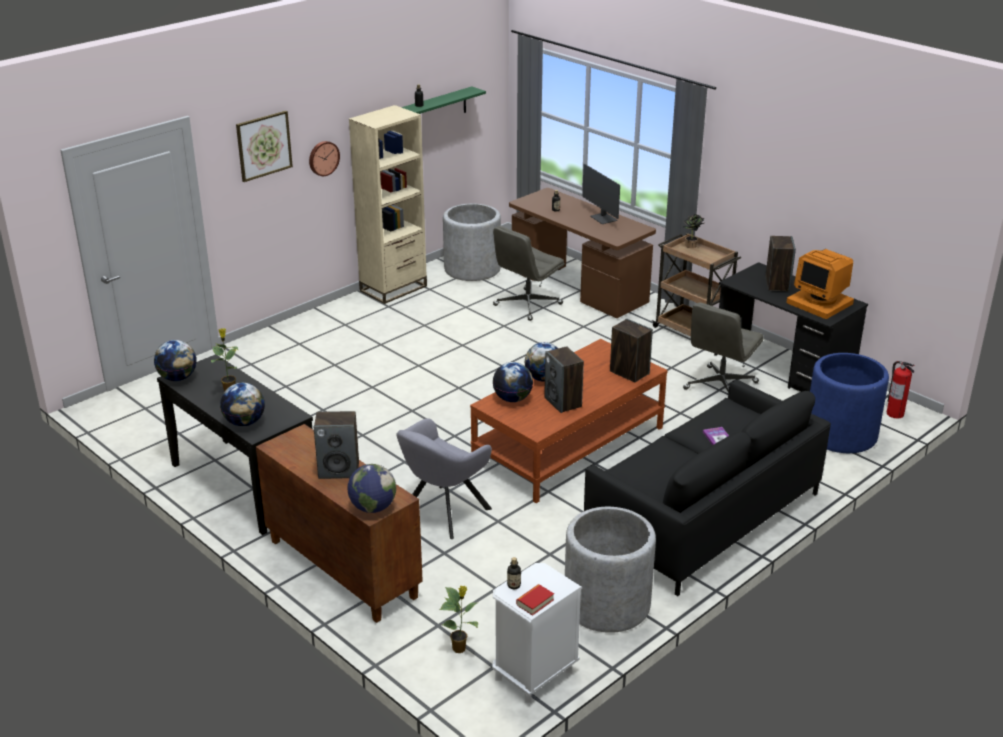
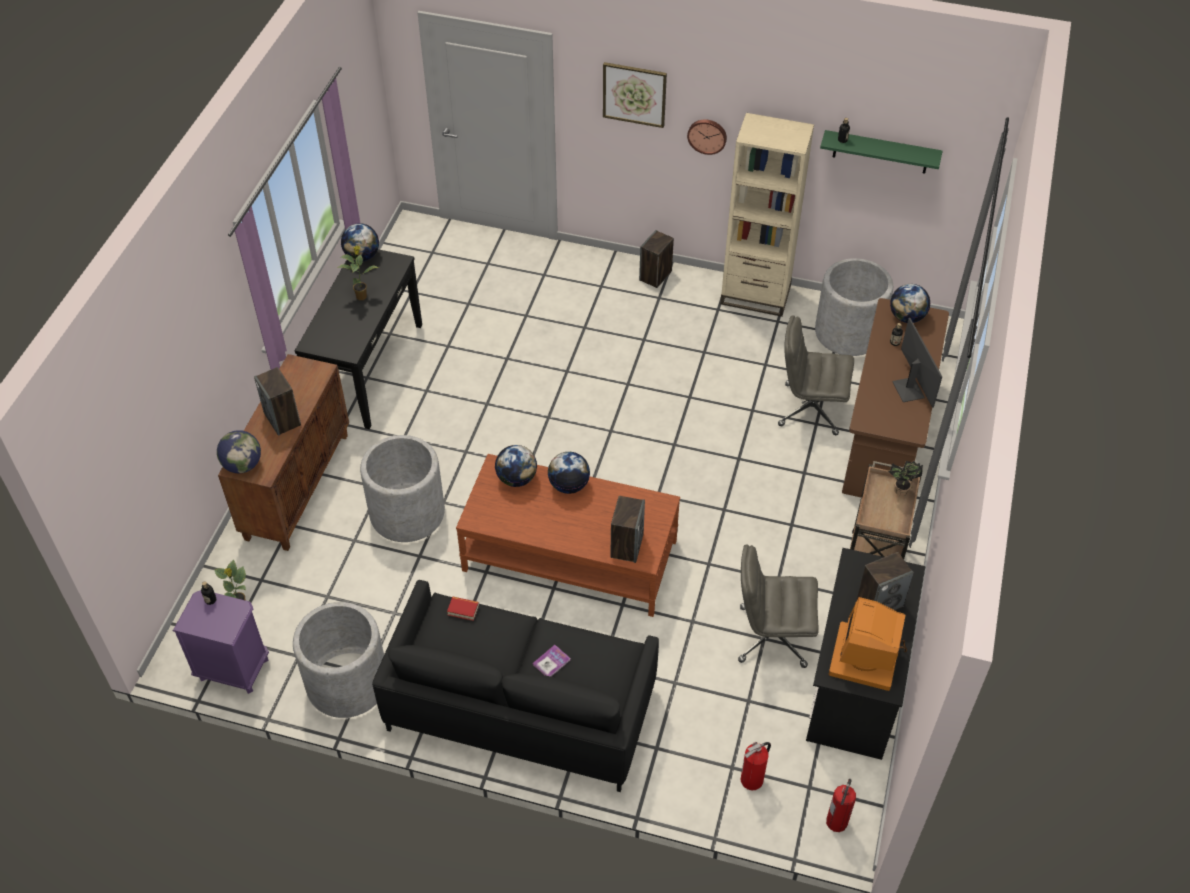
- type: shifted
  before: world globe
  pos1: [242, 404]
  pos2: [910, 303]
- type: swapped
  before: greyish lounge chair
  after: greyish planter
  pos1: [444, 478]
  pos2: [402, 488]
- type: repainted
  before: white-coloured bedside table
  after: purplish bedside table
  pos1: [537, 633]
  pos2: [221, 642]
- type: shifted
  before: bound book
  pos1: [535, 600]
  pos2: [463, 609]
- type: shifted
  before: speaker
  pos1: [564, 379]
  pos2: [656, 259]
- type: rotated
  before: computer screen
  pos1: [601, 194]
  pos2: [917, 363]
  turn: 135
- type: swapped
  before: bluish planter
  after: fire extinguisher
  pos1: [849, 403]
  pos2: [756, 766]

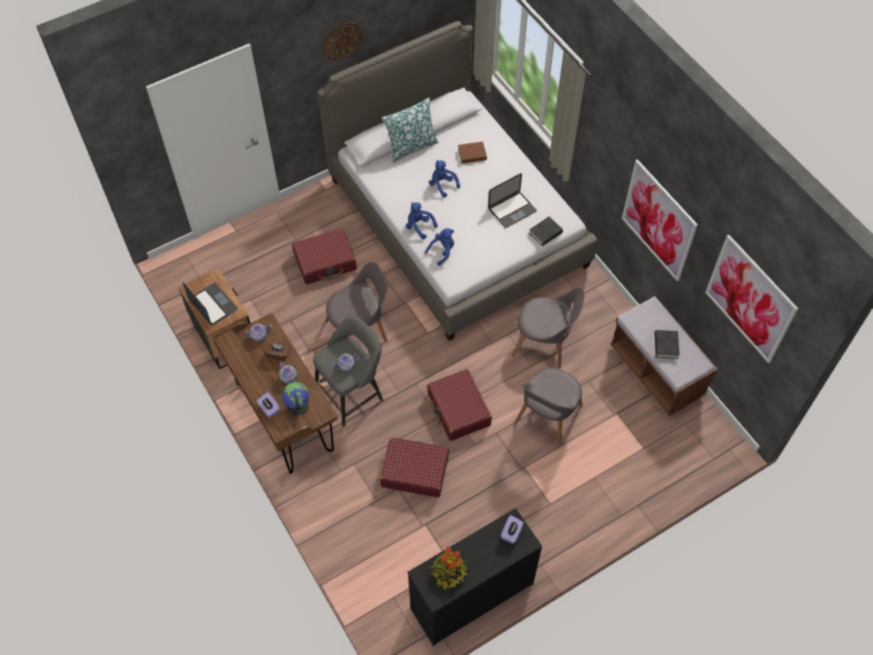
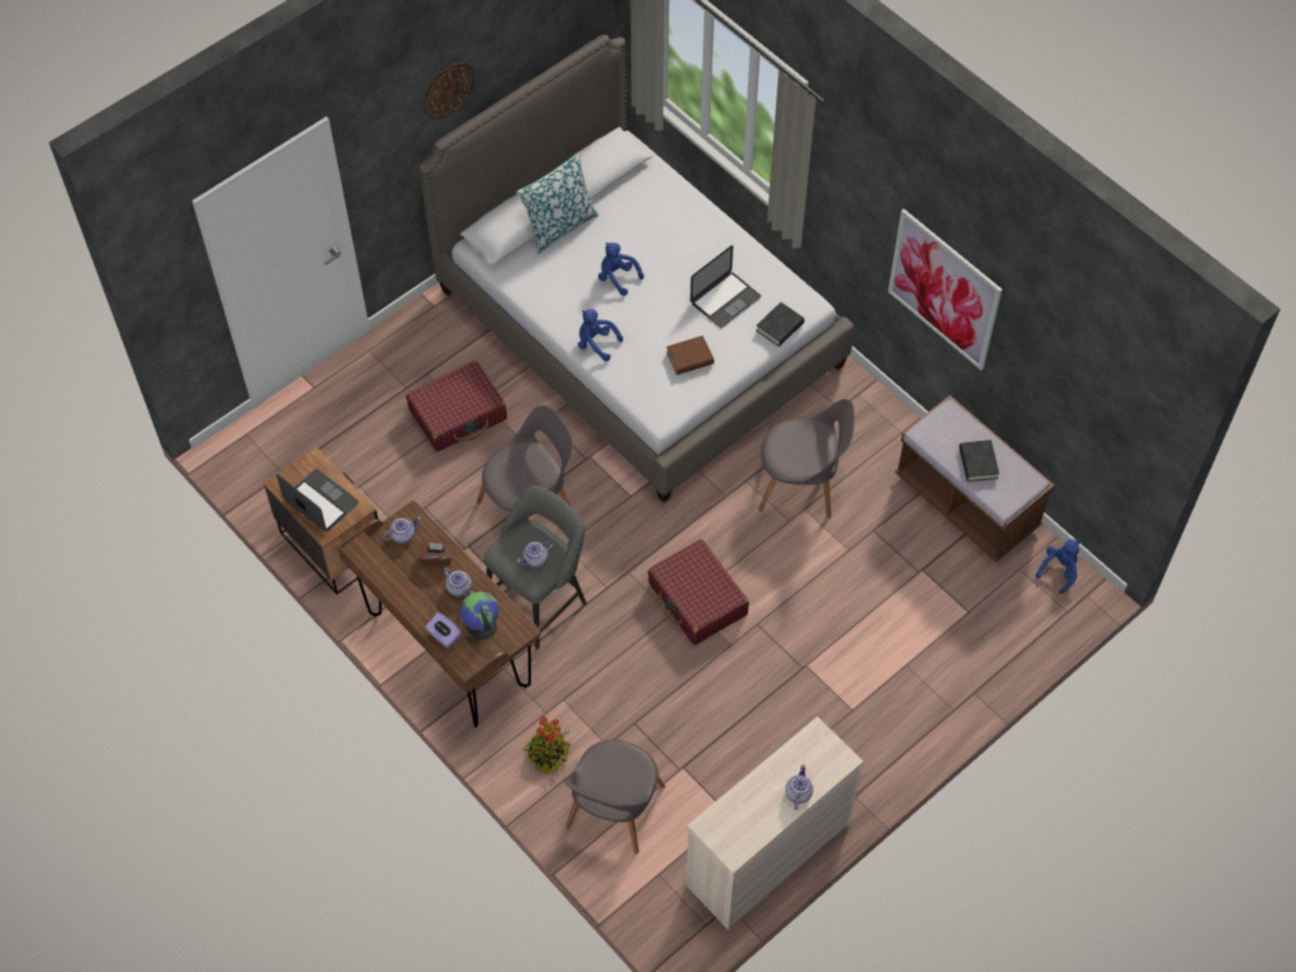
- type: gone
  before: reddish travel case
  pos1: [414, 467]
- type: repainted
  before: black-coloured chest of drawers
  after: beige chest of drawers
  pos1: [474, 577]
  pos2: [775, 823]
- type: shifted
  before: bluish soft toy
  pos1: [439, 247]
  pos2: [1058, 567]
- type: shifted
  before: potted plant
  pos1: [449, 568]
  pos2: [547, 745]
- type: shifted
  before: brown-coloured bound book
  pos1: [472, 153]
  pos2: [690, 355]
- type: gone
  before: purplish tissue box
  pos1: [512, 529]
- type: shifted
  before: greyish chair
  pos1: [549, 406]
  pos2: [614, 797]
- type: gone
  before: picture
  pos1: [751, 299]
- type: new
  after: pot for tea
  pos2: [799, 787]

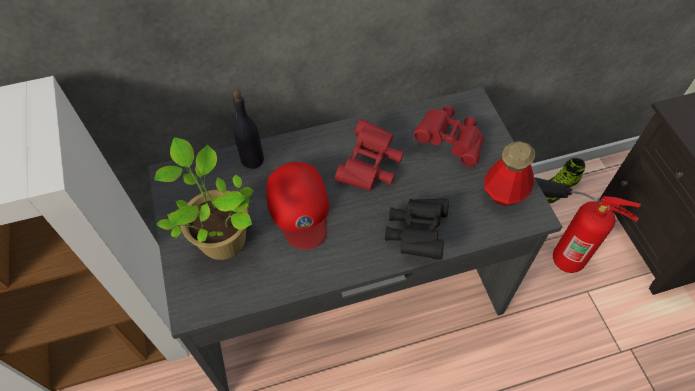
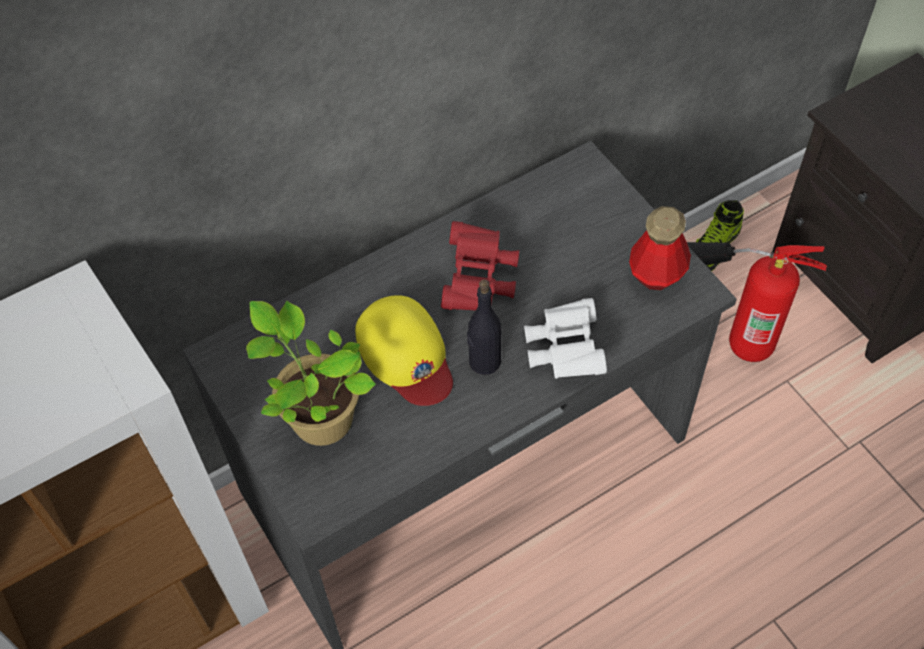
- type: shifted
  before: black-coloured beverage bottle
  pos1: [248, 129]
  pos2: [484, 327]
- type: repainted
  before: reddish peaked cap
  after: yellow-coloured peaked cap
  pos1: [297, 206]
  pos2: [404, 350]
- type: repainted
  before: black-coloured field glasses
  after: white-coloured field glasses
  pos1: [417, 229]
  pos2: [565, 338]
- type: gone
  before: reddish field glasses
  pos1: [449, 136]

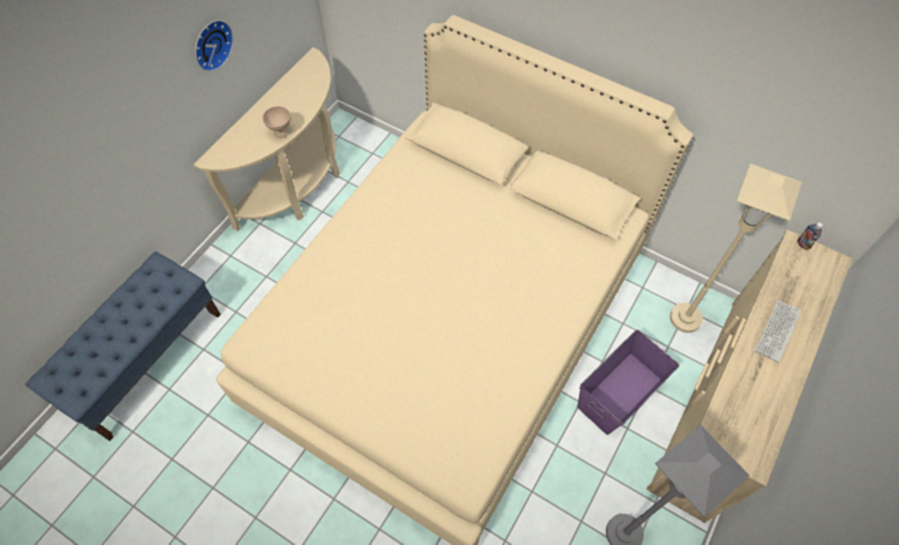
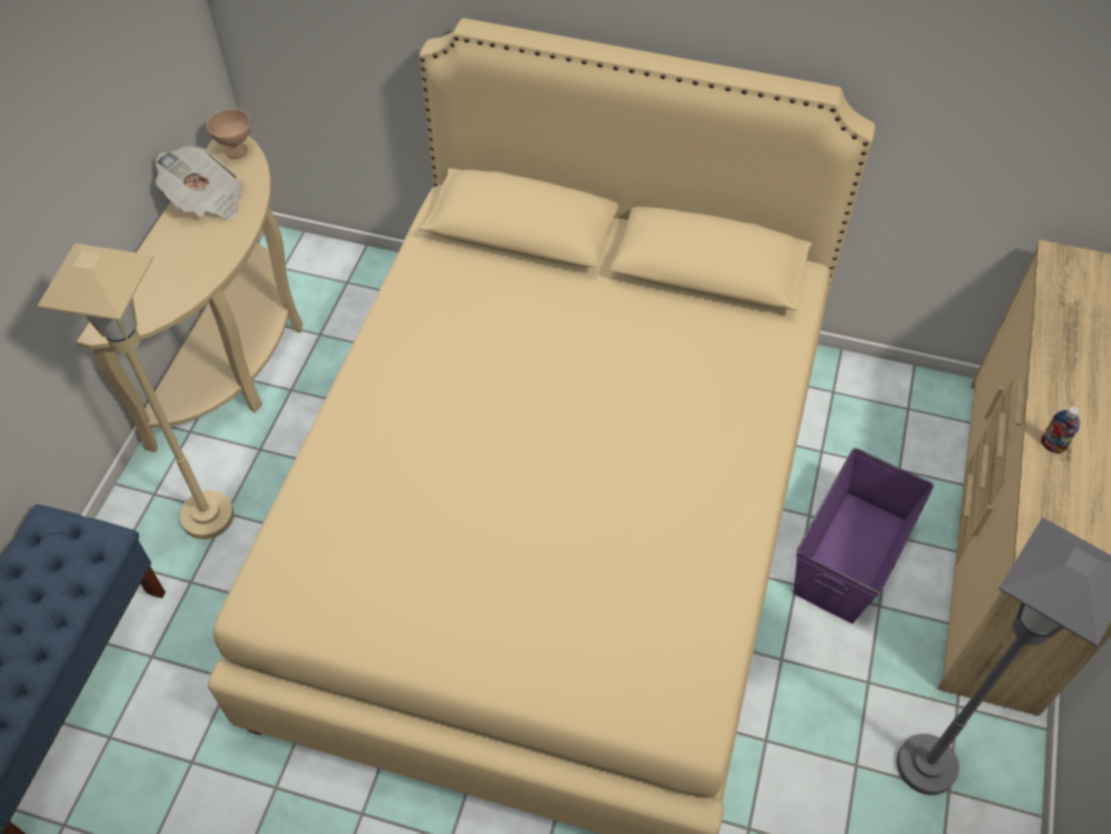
- type: gone
  before: hanging clock
  pos1: [214, 46]
- type: shifted
  before: beige deep dish
  pos1: [277, 122]
  pos2: [229, 134]
- type: shifted
  before: beige standard lamp
  pos1: [736, 248]
  pos2: [135, 391]
- type: gone
  before: keyboard
  pos1: [778, 332]
- type: shifted
  before: beverage bottle
  pos1: [810, 236]
  pos2: [1060, 430]
- type: new
  after: newspaper
  pos2: [199, 183]

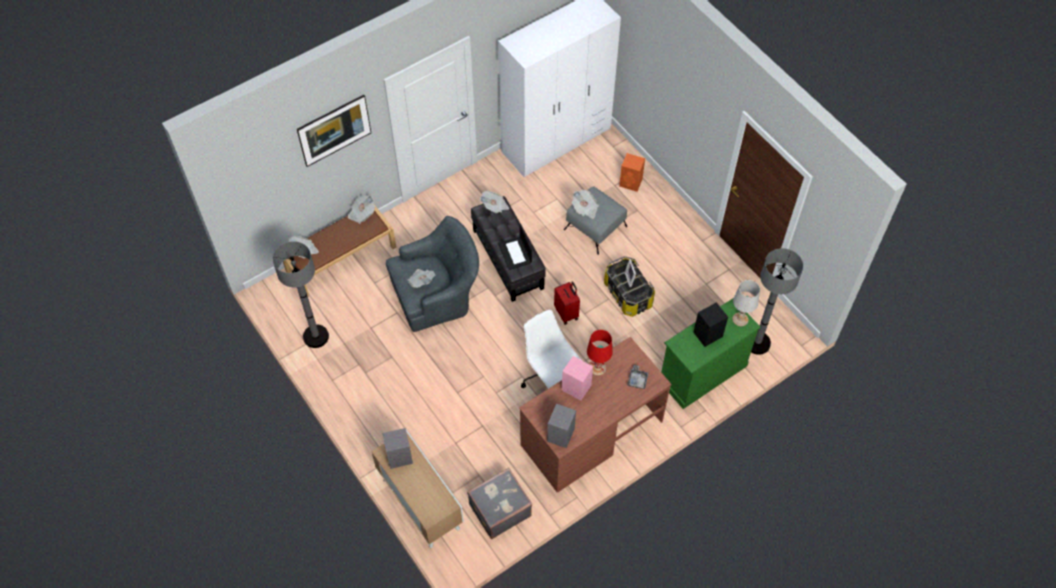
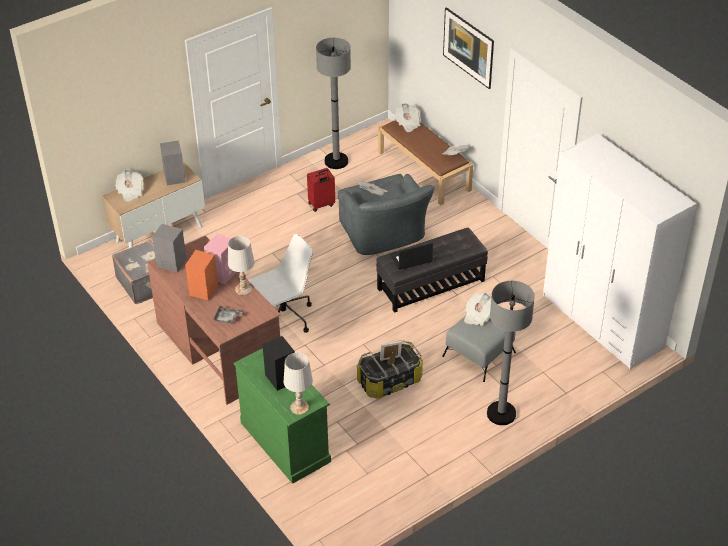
- type: shifted
  before: newspaper
  pos1: [494, 201]
  pos2: [129, 185]
- type: shifted
  before: reddish travel case
  pos1: [567, 303]
  pos2: [321, 190]
- type: repainted
  before: reddish lamp for a table
  after: white-coloured lamp for a table
  pos1: [600, 353]
  pos2: [241, 265]
- type: shifted
  before: orange speaker
  pos1: [632, 172]
  pos2: [201, 275]
- type: shifted
  before: greyish standard lamp
  pos1: [777, 301]
  pos2: [511, 353]

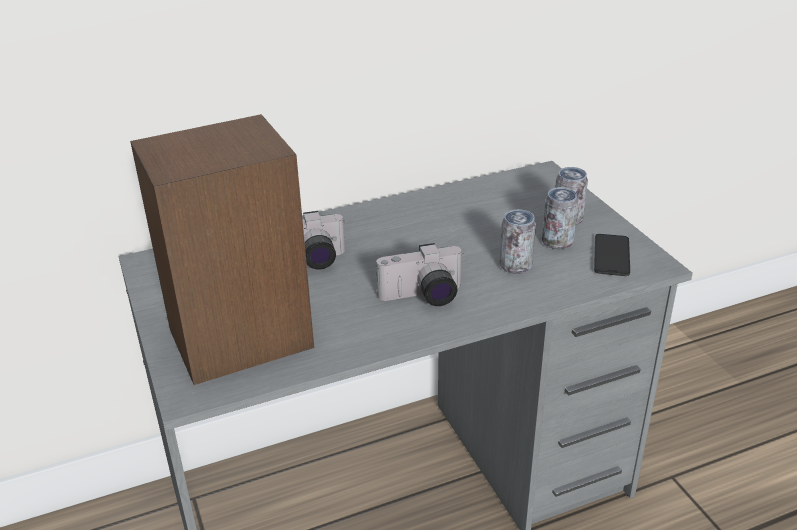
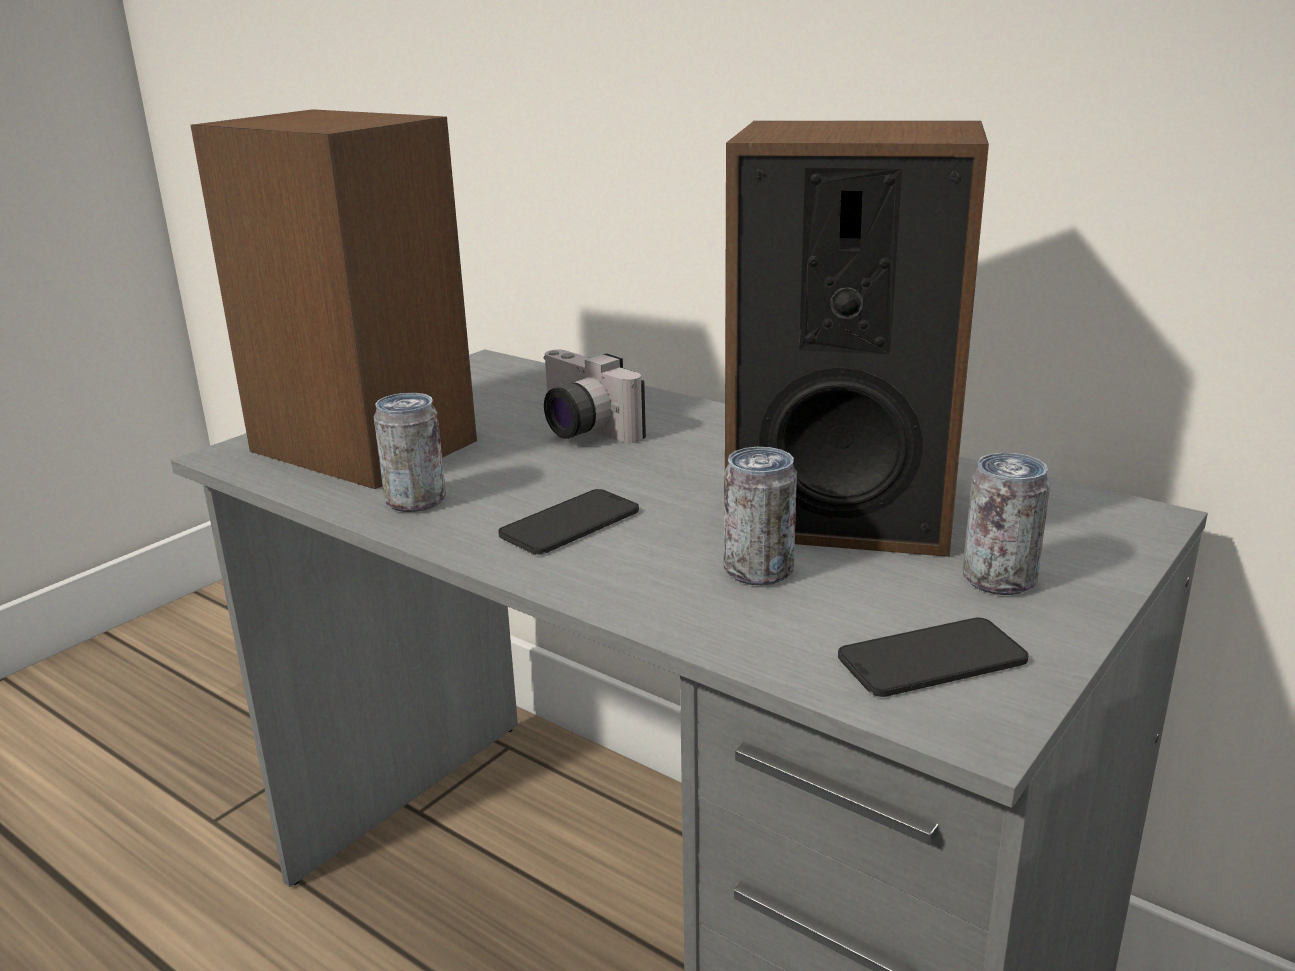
- type: swapped
  before: photo camera
  after: telephone
  pos1: [420, 274]
  pos2: [568, 522]
- type: shifted
  before: sealed can
  pos1: [560, 218]
  pos2: [410, 452]
- type: new
  after: speaker
  pos2: [857, 339]

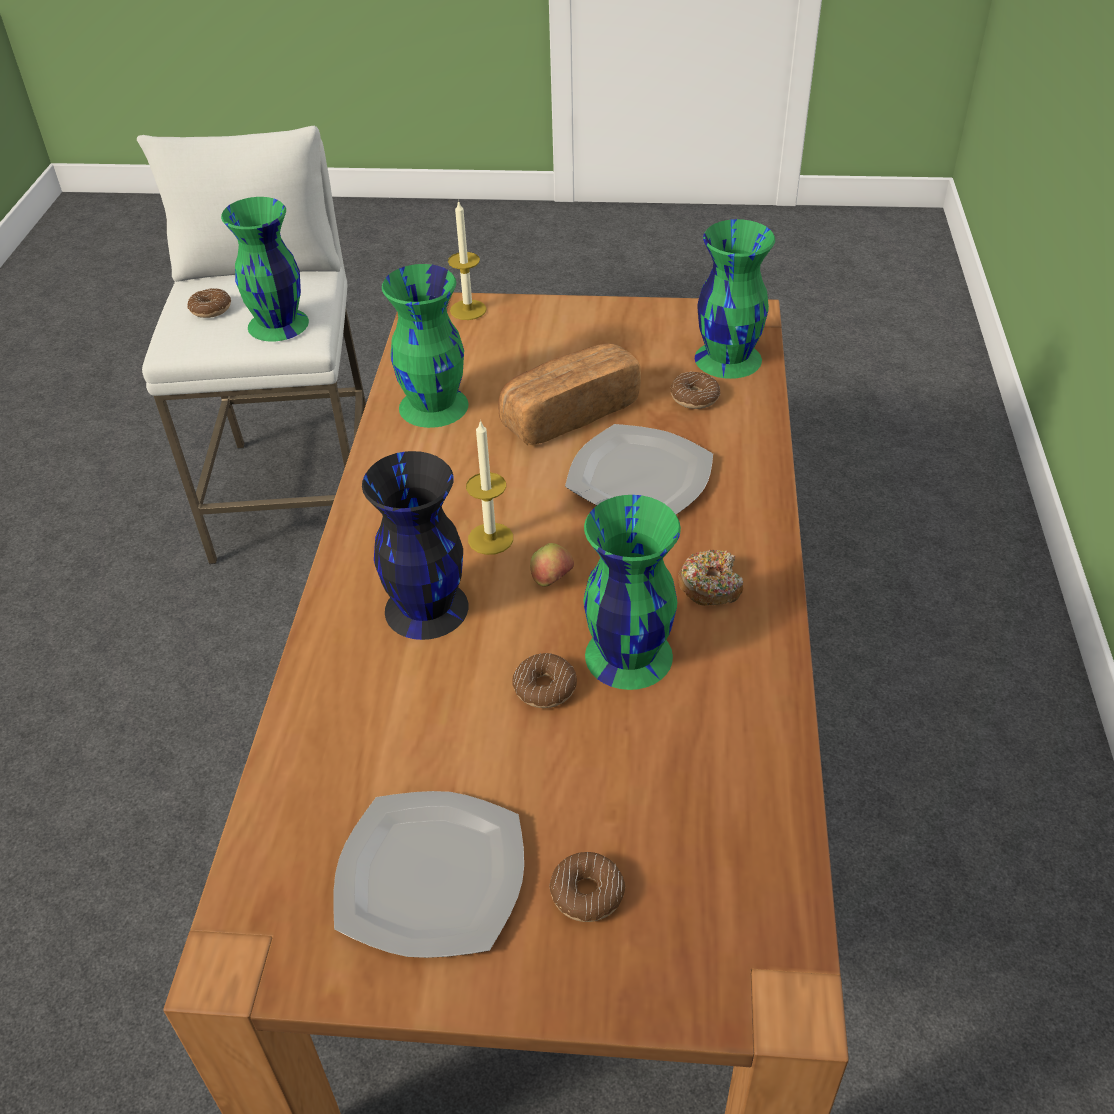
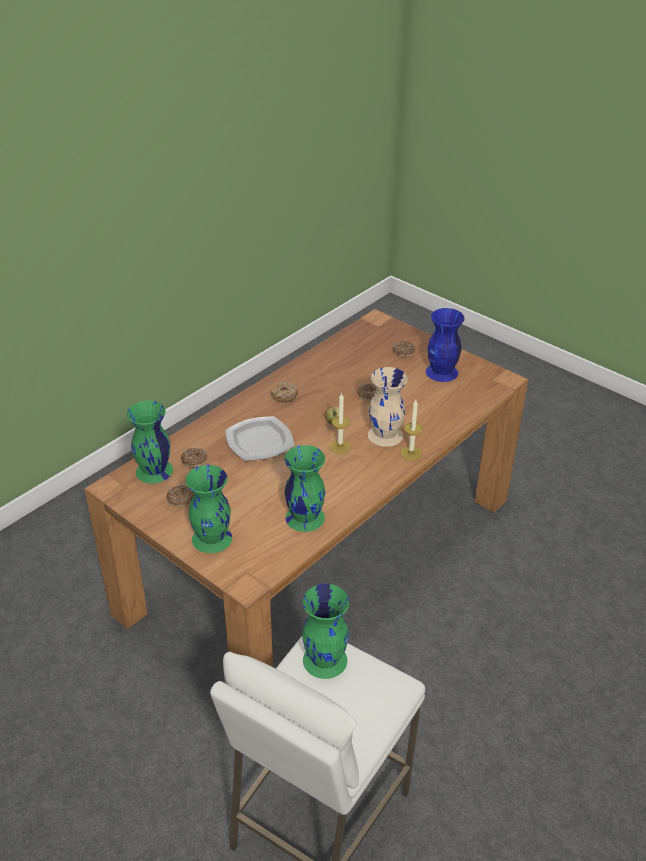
- type: shifted
  before: doughnut
  pos1: [209, 303]
  pos2: [180, 496]
- type: swapped
  before: flat dish
  after: bluish decorative vase
  pos1: [428, 874]
  pos2: [445, 345]
- type: repainted
  before: black-coloured decorative vase
  after: beige decorative vase
  pos1: [415, 545]
  pos2: [388, 407]
- type: shifted
  before: wax light
  pos1: [467, 260]
  pos2: [411, 430]
- type: gone
  before: bakery bread
  pos1: [569, 394]
- type: shifted
  before: green decorative vase
  pos1: [632, 592]
  pos2: [208, 509]

